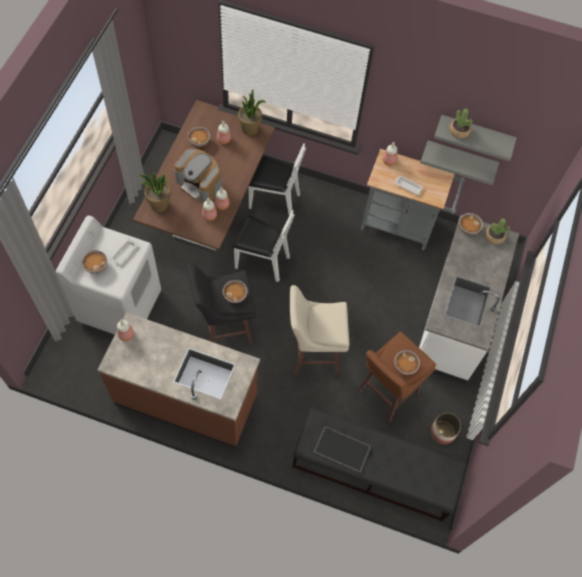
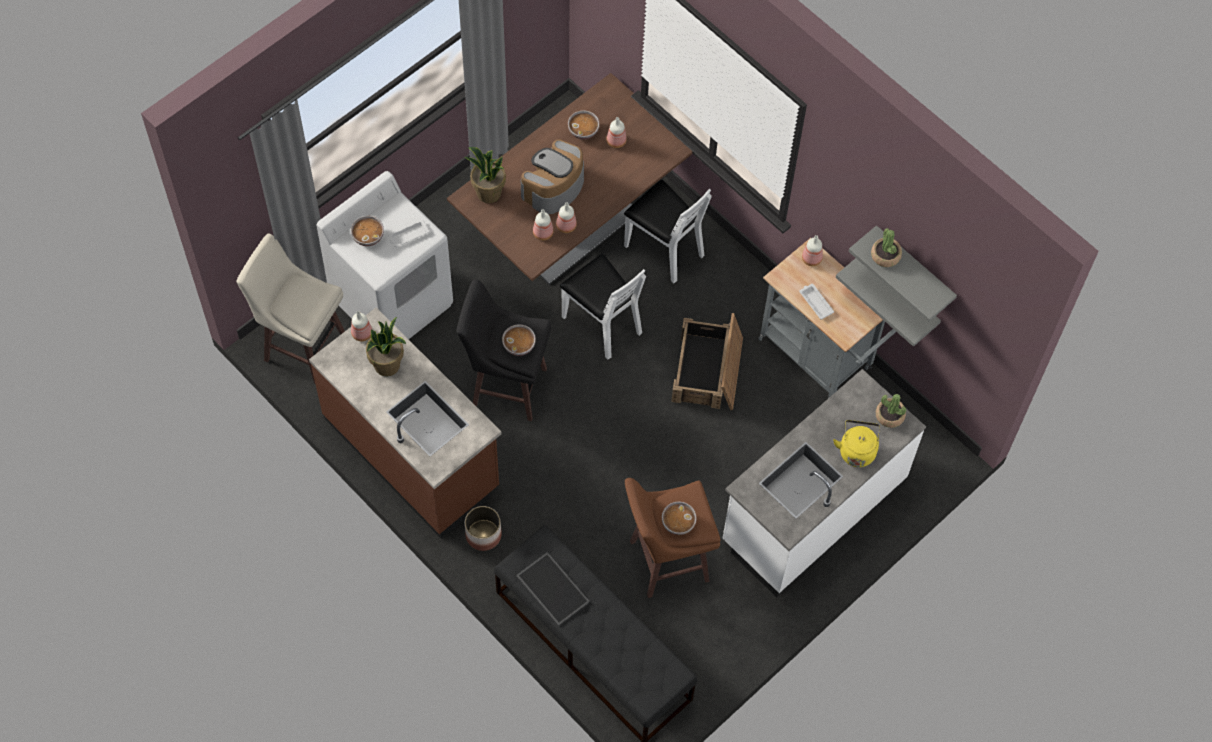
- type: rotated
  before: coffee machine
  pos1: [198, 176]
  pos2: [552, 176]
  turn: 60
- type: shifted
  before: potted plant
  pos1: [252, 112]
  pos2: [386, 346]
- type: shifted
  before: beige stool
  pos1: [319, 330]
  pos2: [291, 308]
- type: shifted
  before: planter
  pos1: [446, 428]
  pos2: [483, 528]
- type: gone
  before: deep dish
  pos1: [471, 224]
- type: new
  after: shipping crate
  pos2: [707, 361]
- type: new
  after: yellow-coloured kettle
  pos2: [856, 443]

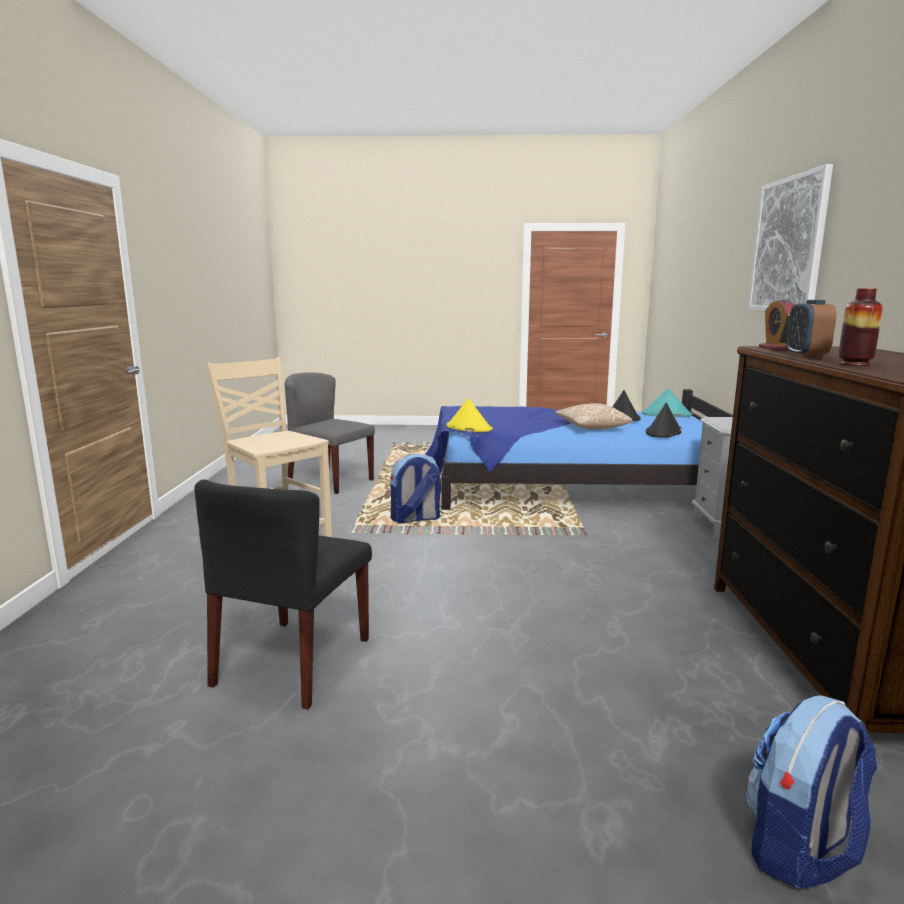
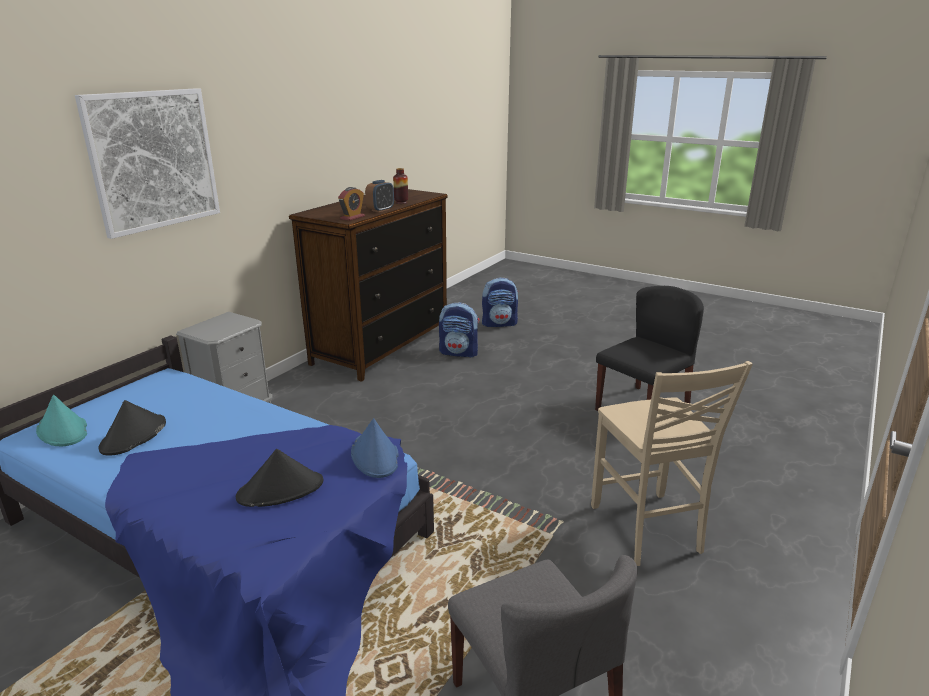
- type: shifted
  before: backpack
  pos1: [415, 489]
  pos2: [459, 329]
- type: repainted
  before: yellow-coloured wearable hat
  after: bluish wearable hat
  pos1: [470, 415]
  pos2: [375, 448]
- type: gone
  before: throw pillow
  pos1: [593, 416]
- type: shifted
  before: black-coloured wearable hat
  pos1: [664, 420]
  pos2: [279, 478]

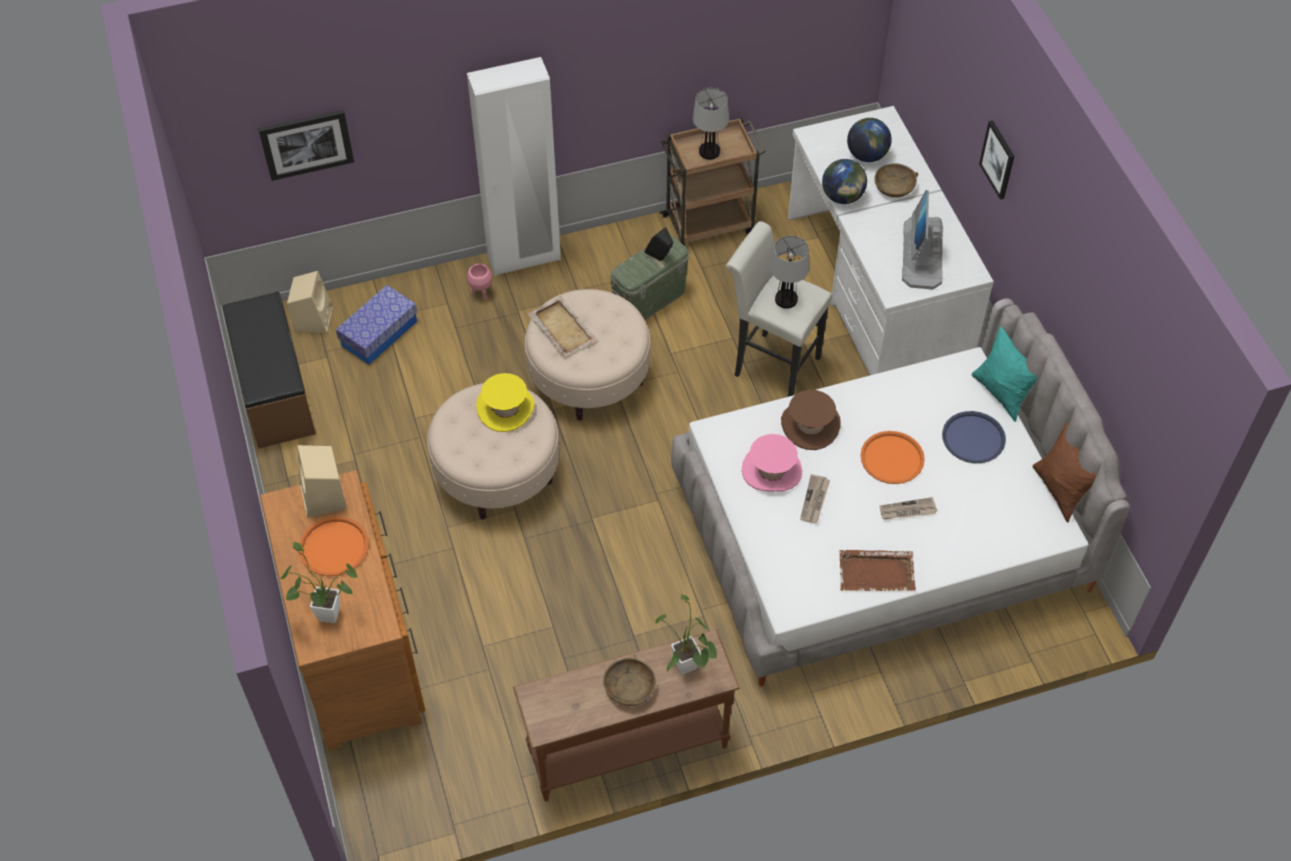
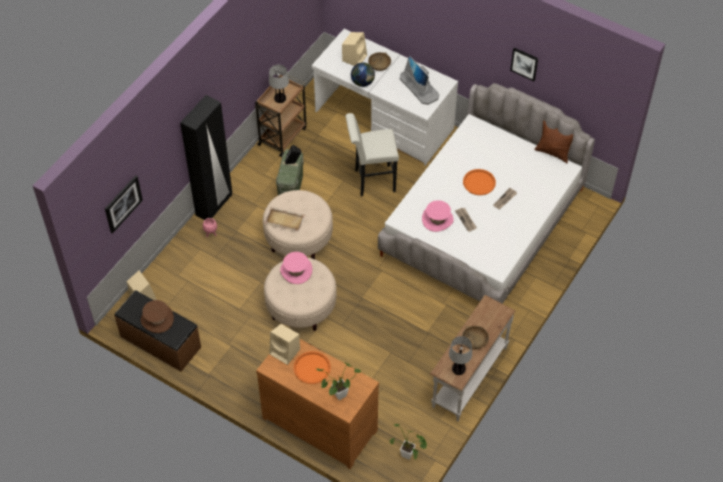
- type: gone
  before: storage bin
  pos1: [376, 325]
- type: repainted
  before: white-coloured clothes cupboard
  after: black-coloured clothes cupboard
  pos1: [514, 166]
  pos2: [206, 157]
- type: repainted
  before: yellow-coloured wearable hat
  after: pink wearable hat
  pos1: [505, 402]
  pos2: [296, 268]
- type: repainted
  before: brown-coloured narrow table
  after: white-coloured narrow table
  pos1: [626, 715]
  pos2: [473, 358]
- type: shifted
  before: potted plant
  pos1: [686, 634]
  pos2: [408, 442]
- type: shifted
  before: lamp for a table
  pos1: [789, 272]
  pos2: [460, 355]
- type: shifted
  before: brown-coloured wearable hat
  pos1: [810, 420]
  pos2: [157, 316]
- type: gone
  before: brown-coloured tray
  pos1: [877, 570]
- type: swapped
  before: world globe
  after: beige speaker
  pos1: [869, 140]
  pos2: [354, 49]
- type: gone
  before: bluish tray
  pos1: [974, 437]
- type: gone
  before: blue-green throw pillow
  pos1: [1004, 374]
- type: shifted
  before: picture
  pos1: [997, 160]
  pos2: [524, 64]

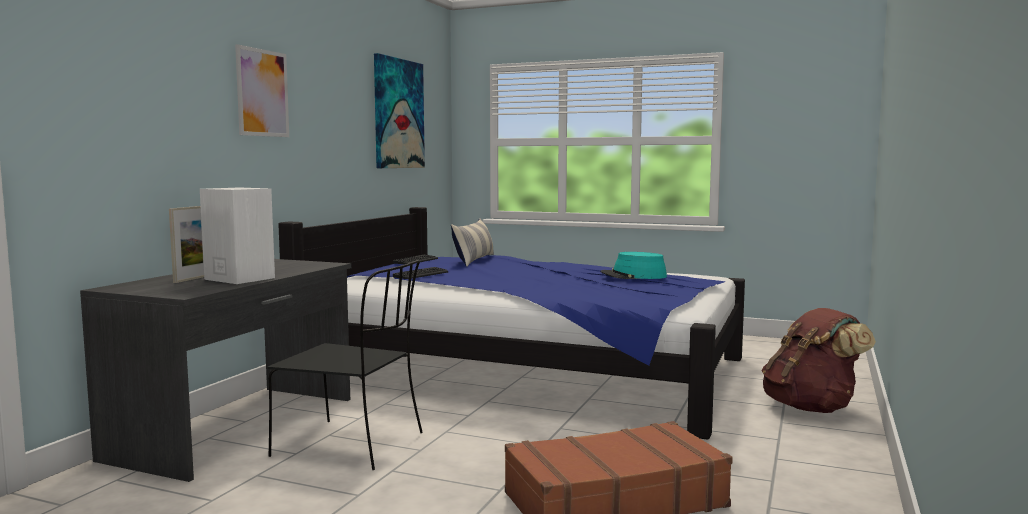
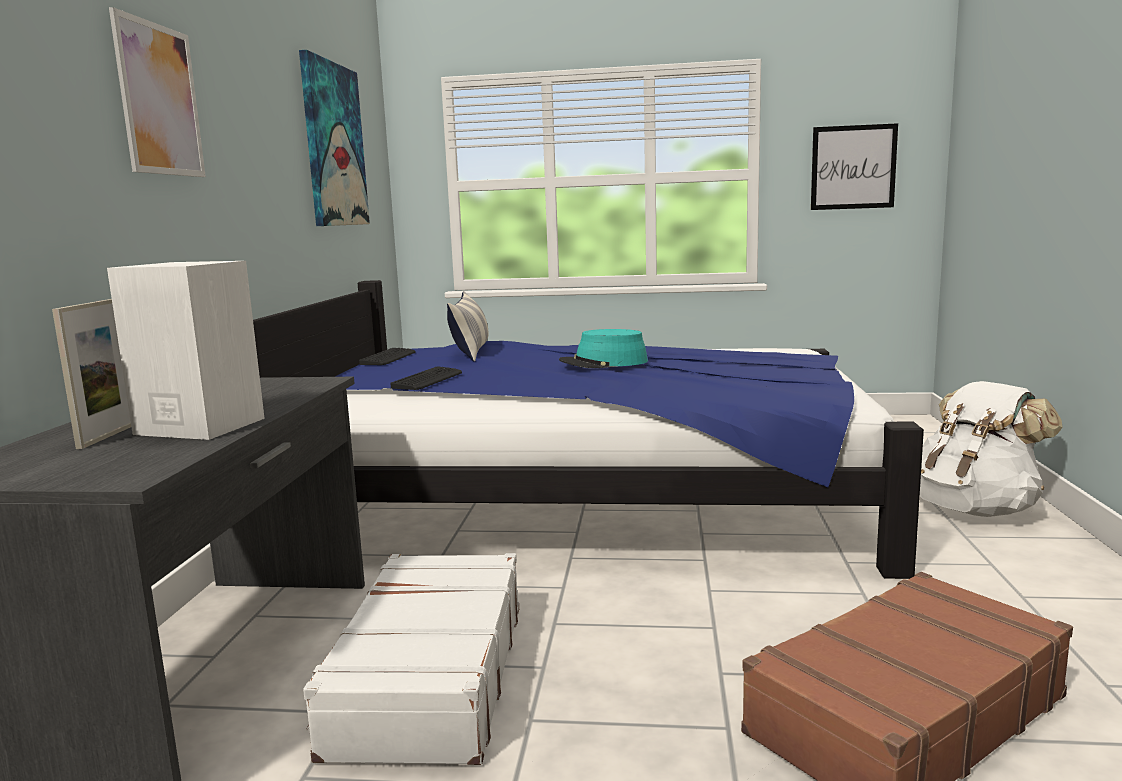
- type: swapped
  before: black-coloured chair
  after: white-coloured travel case
  pos1: [345, 365]
  pos2: [411, 659]
- type: shifted
  before: blue-green wearable hat
  pos1: [633, 265]
  pos2: [603, 348]
- type: repainted
  before: brown-coloured backpack
  after: white-coloured backpack
  pos1: [819, 360]
  pos2: [991, 449]
- type: new
  after: picture
  pos2: [854, 166]

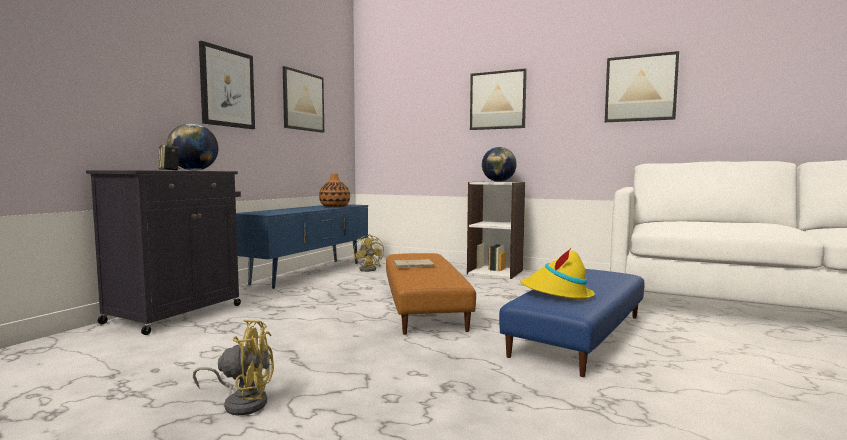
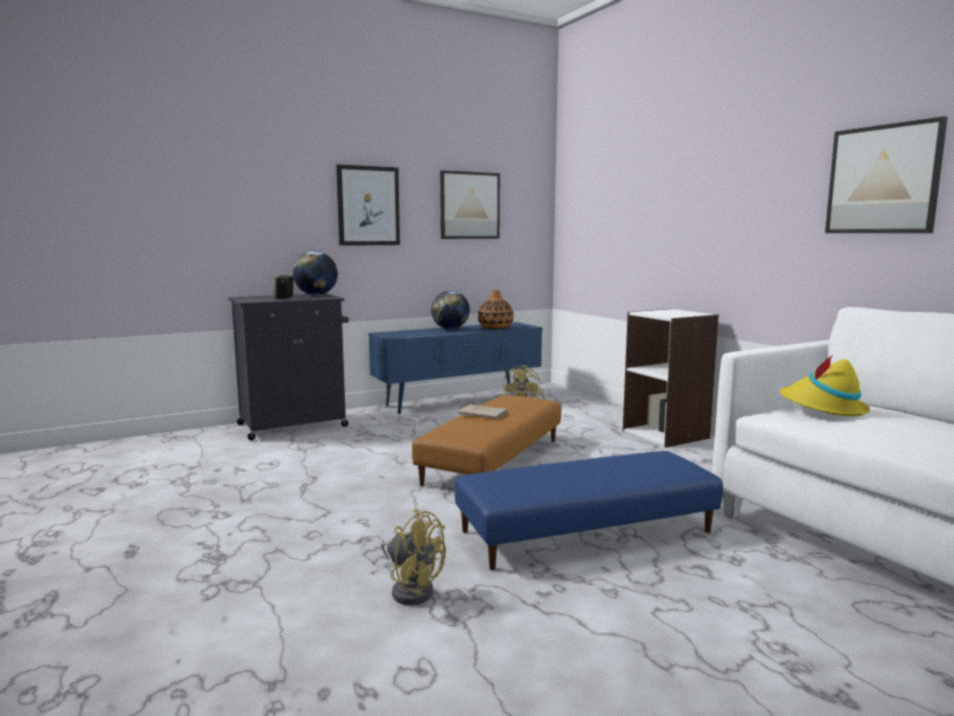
- type: shifted
  before: yellow-coloured cooling fan
  pos1: [233, 367]
  pos2: [413, 557]
- type: gone
  before: picture
  pos1: [498, 99]
- type: shifted
  before: world globe
  pos1: [499, 164]
  pos2: [450, 310]
- type: shifted
  before: yellow-coloured wearable hat
  pos1: [557, 273]
  pos2: [824, 385]

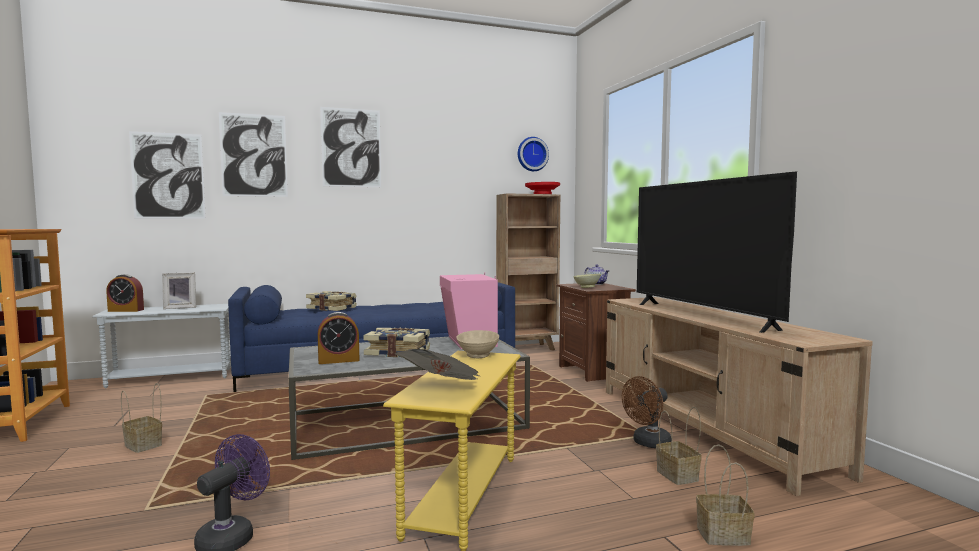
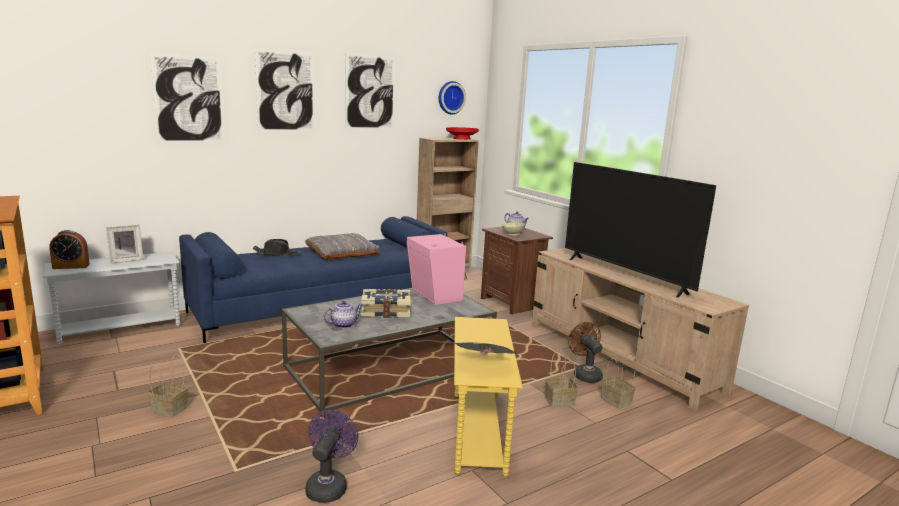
- type: shifted
  before: picture
  pos1: [167, 175]
  pos2: [370, 91]
- type: swapped
  before: bound book
  after: black-coloured wearable hat
  pos1: [331, 301]
  pos2: [276, 247]
- type: swapped
  before: table clock
  after: pot for tea
  pos1: [339, 338]
  pos2: [343, 314]
- type: gone
  before: beige deep dish
  pos1: [477, 344]
- type: rotated
  before: brown-coloured cooling fan
  pos1: [646, 412]
  pos2: [585, 352]
  turn: 120
- type: shifted
  before: storage basket
  pos1: [725, 495]
  pos2: [561, 378]
- type: new
  after: greyish throw pillow
  pos2: [342, 246]

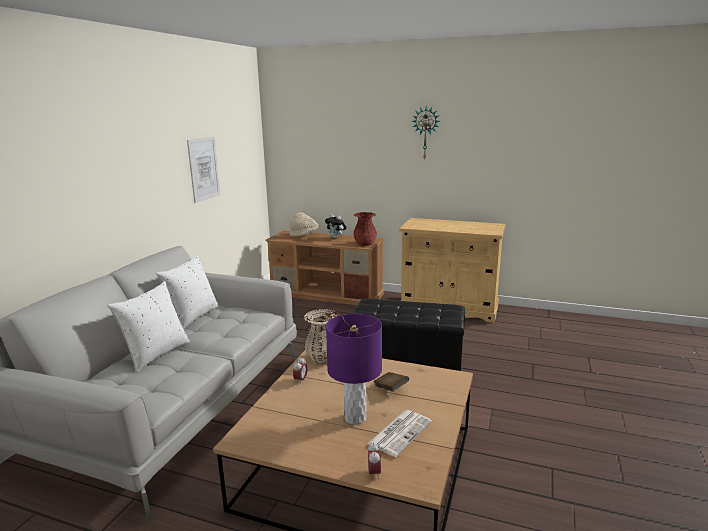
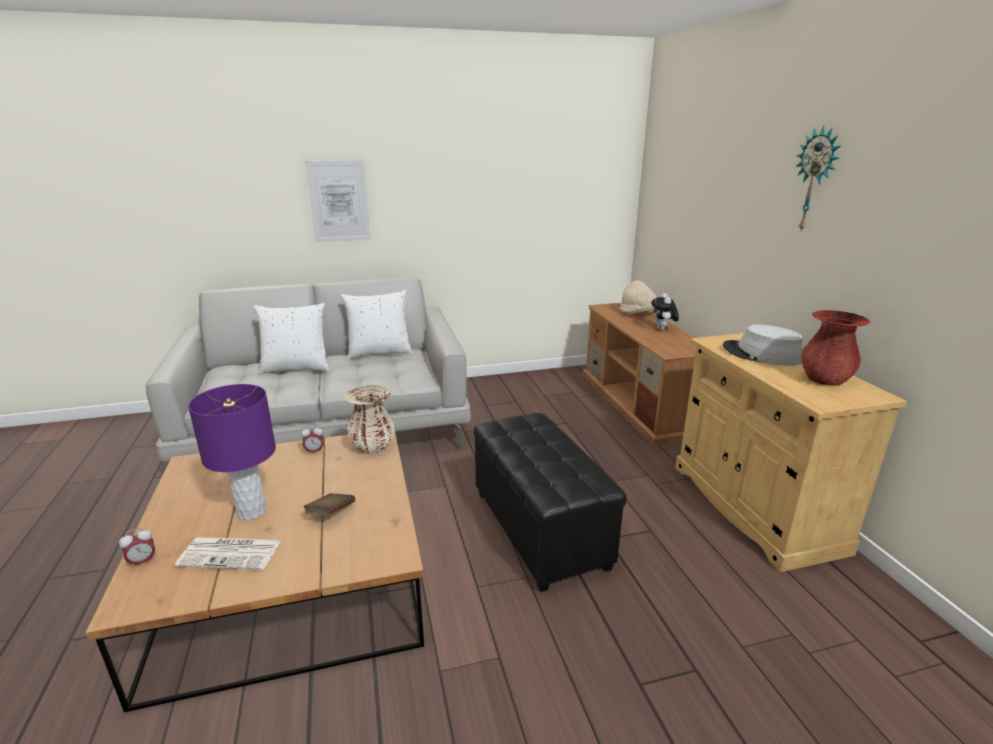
- type: shifted
  before: picture
  pos1: [204, 170]
  pos2: [338, 201]
- type: shifted
  before: reddish decorative vase
  pos1: [365, 229]
  pos2: [836, 348]
- type: new
  after: greyish wearable hat
  pos2: [763, 345]

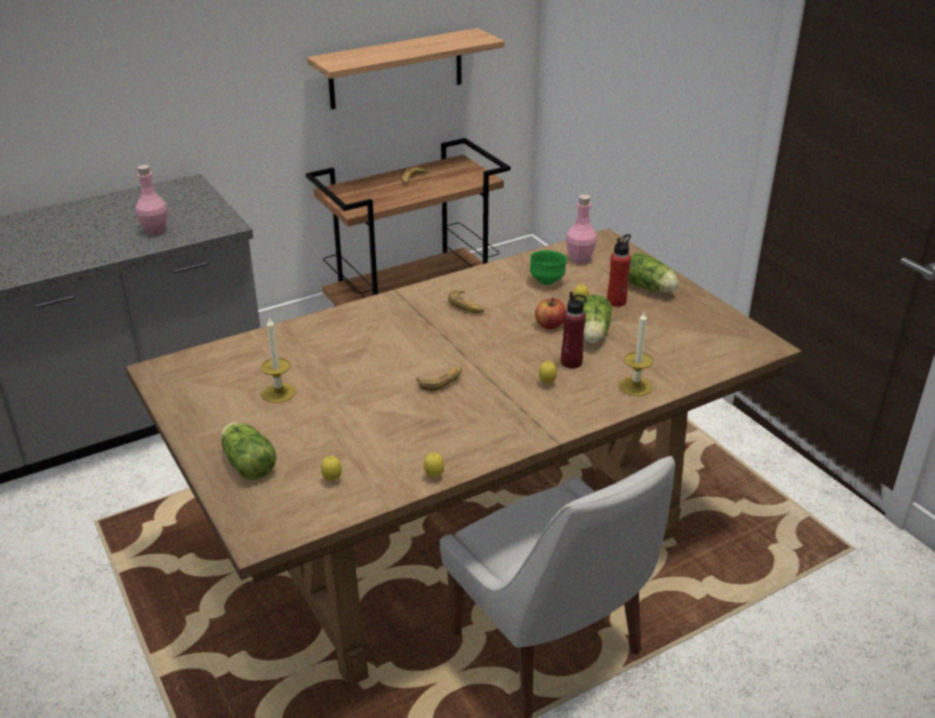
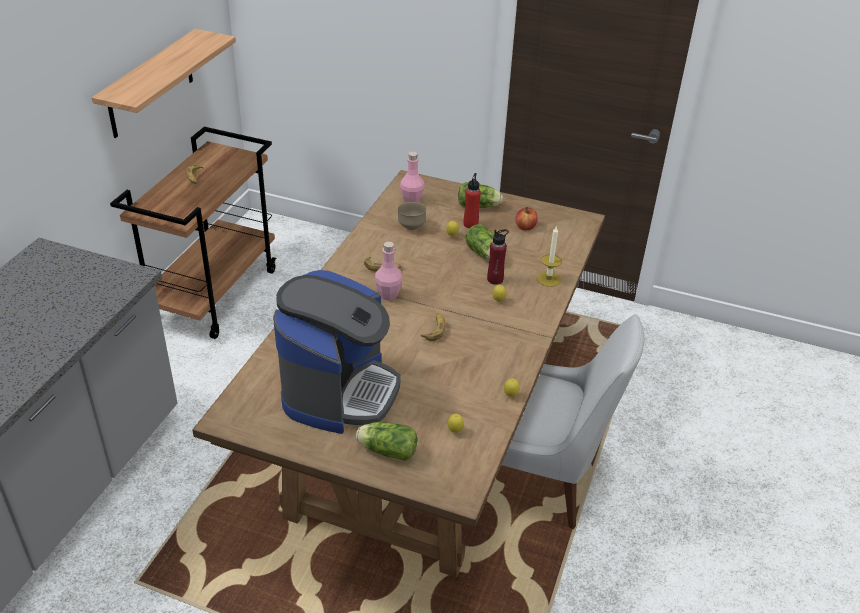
- type: shifted
  before: pink beverage bottle
  pos1: [151, 200]
  pos2: [389, 271]
- type: swapped
  before: wax light
  after: coffee machine
  pos1: [278, 359]
  pos2: [337, 352]
- type: repainted
  before: green deep dish
  after: brown-coloured deep dish
  pos1: [548, 267]
  pos2: [412, 216]
- type: shifted
  before: whole apple
  pos1: [550, 313]
  pos2: [526, 219]

